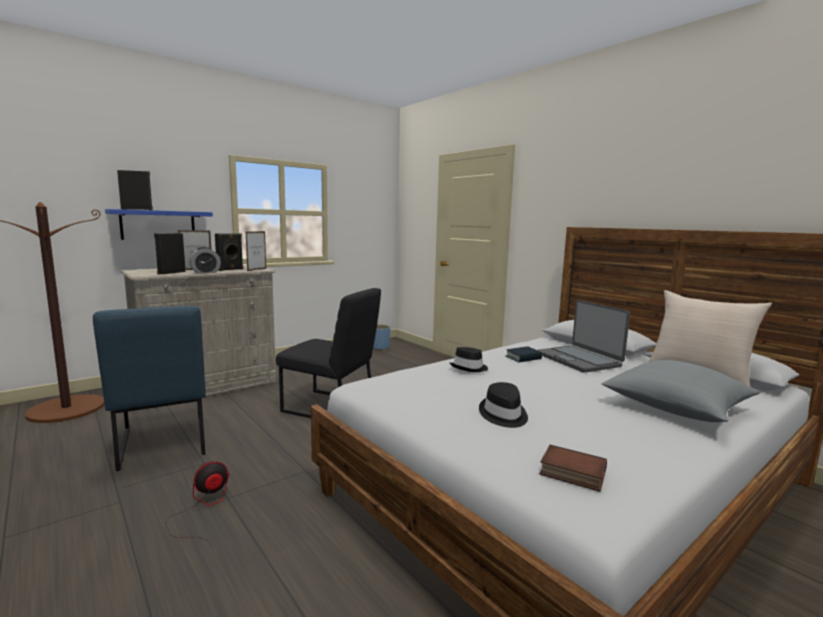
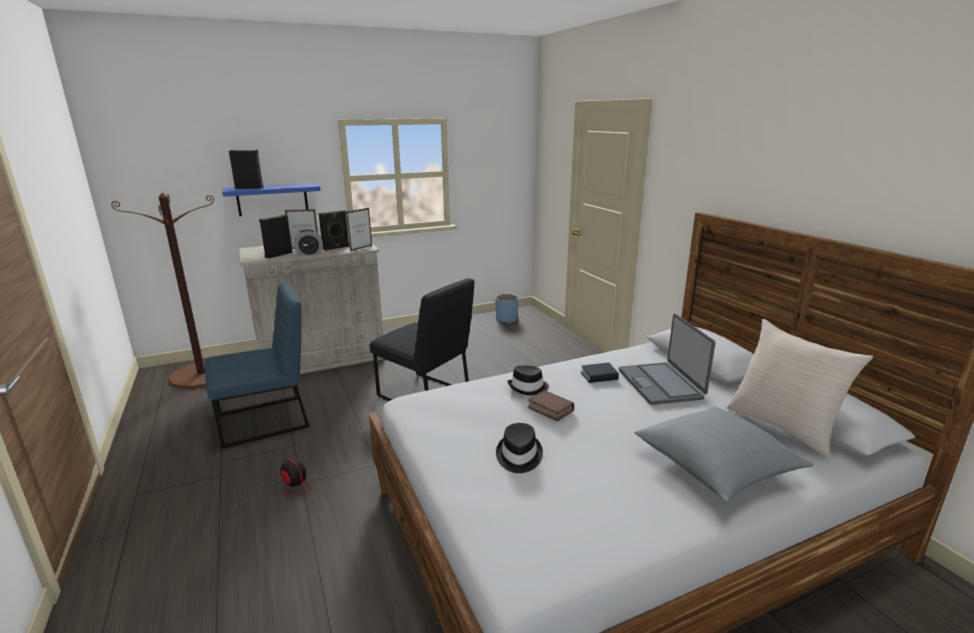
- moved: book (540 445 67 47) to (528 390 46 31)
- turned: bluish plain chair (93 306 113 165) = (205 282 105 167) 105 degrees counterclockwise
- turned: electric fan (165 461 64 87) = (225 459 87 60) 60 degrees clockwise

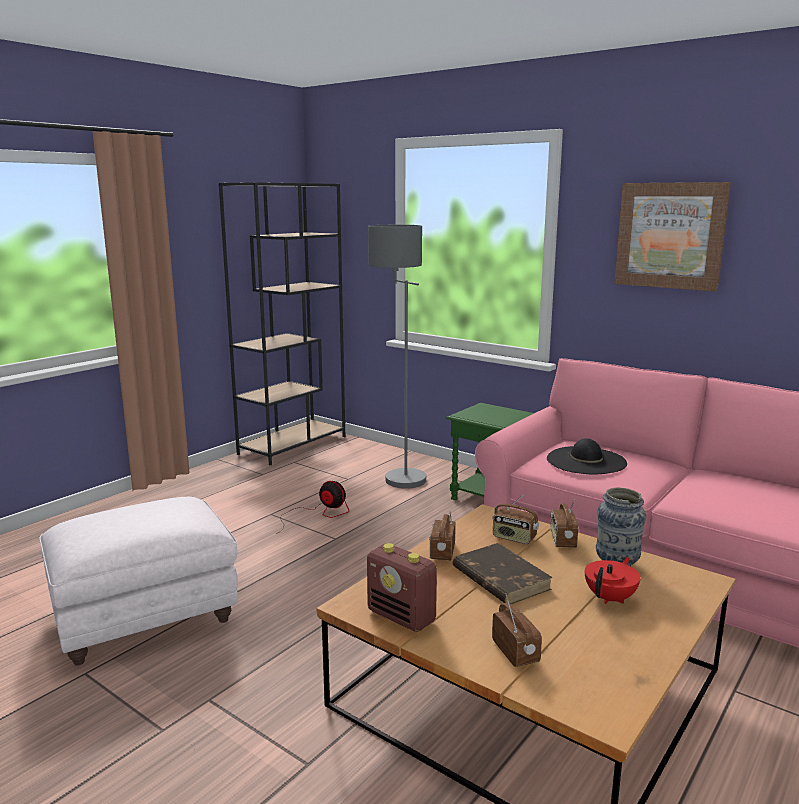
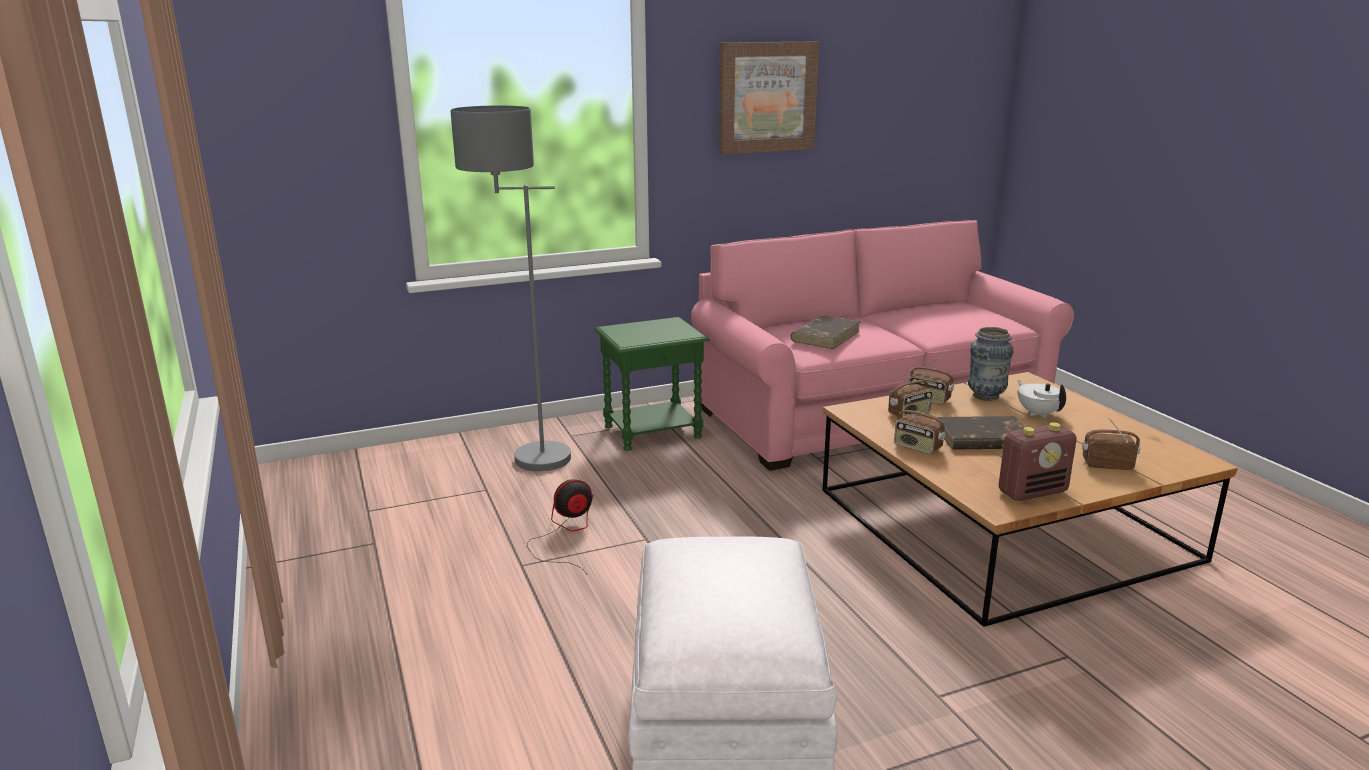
- removed: bookcase (219 182 126 283)
- replaced: black wearable hat (547 438 80 37) to brownish book (790 315 71 34)
- recoloured: red pot for tea (585 557 56 47) to white-coloured pot for tea (1017 380 49 38)

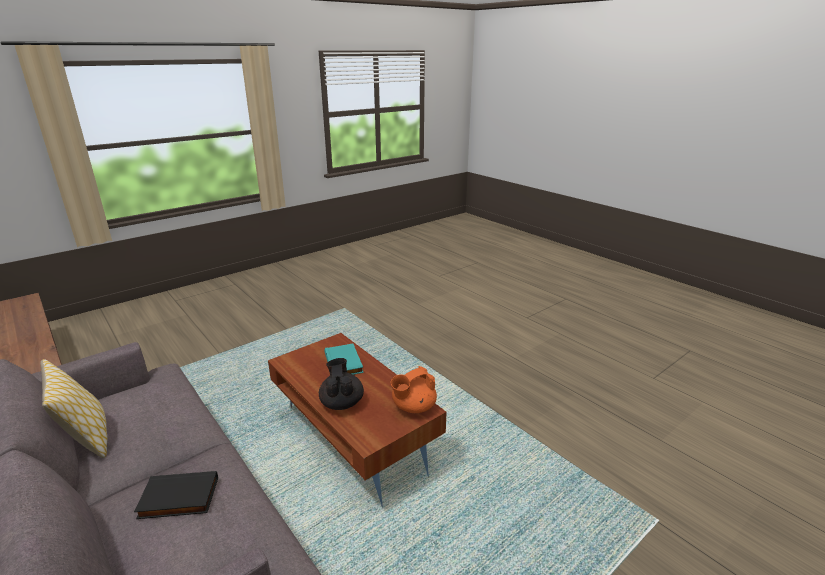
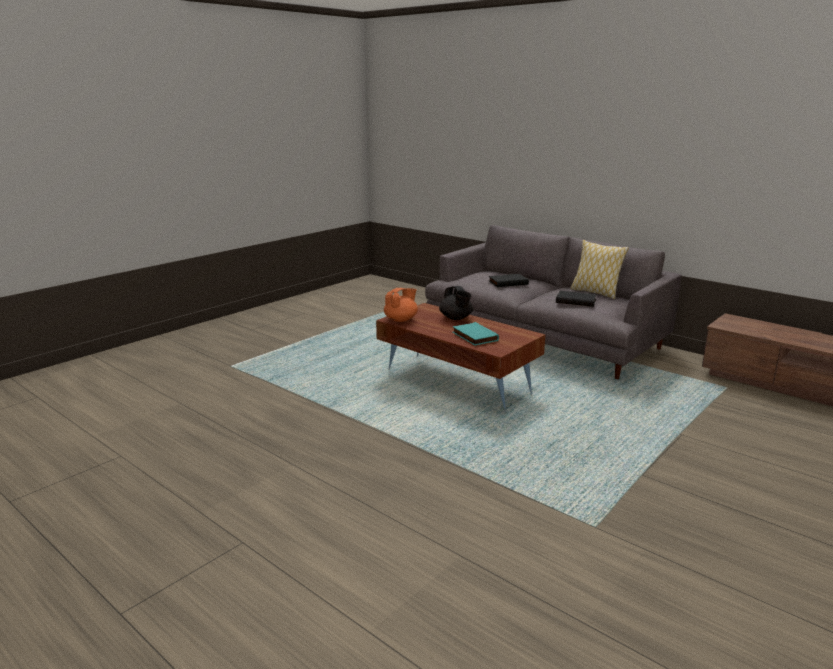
- added: black book (556 290 41 17)

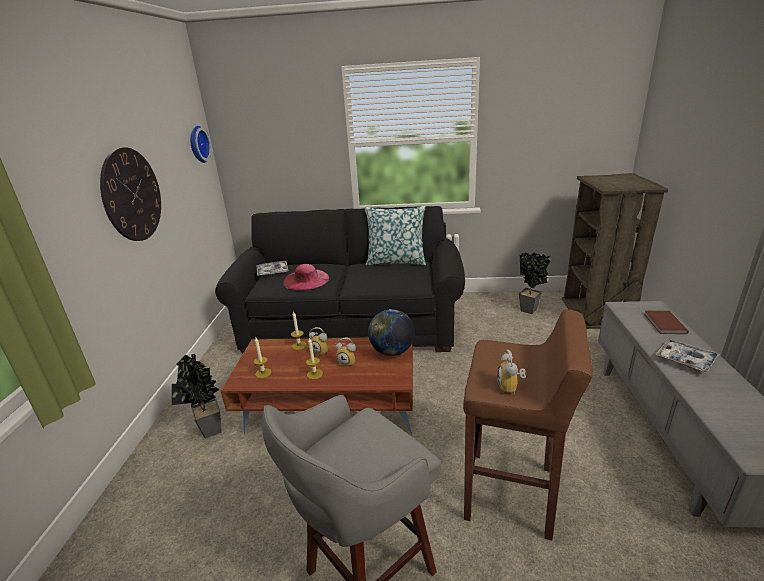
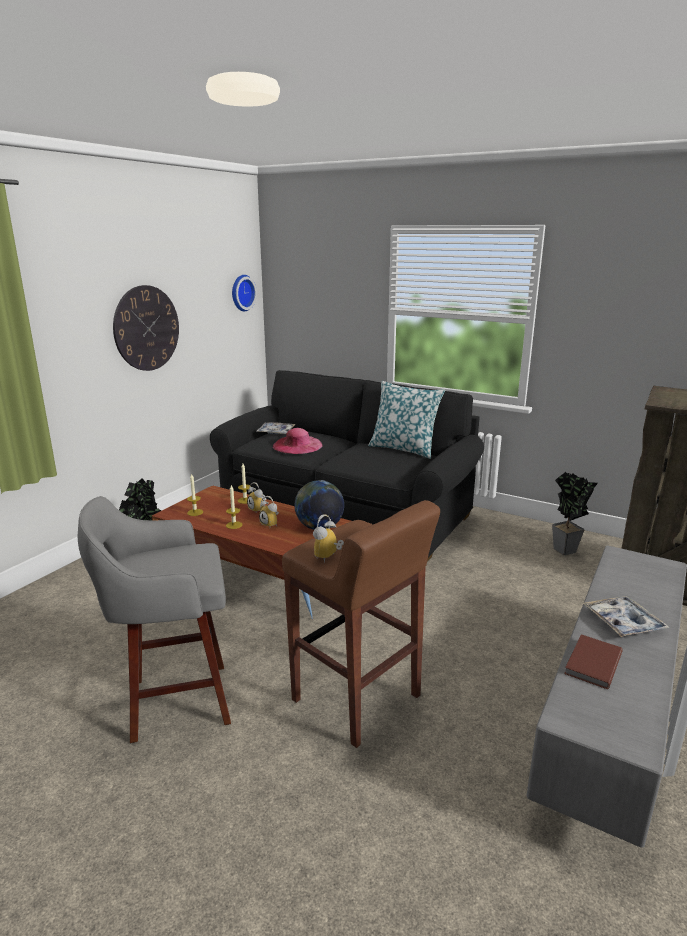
- moved: brownish book (644 311 45 23) to (564 634 59 55)

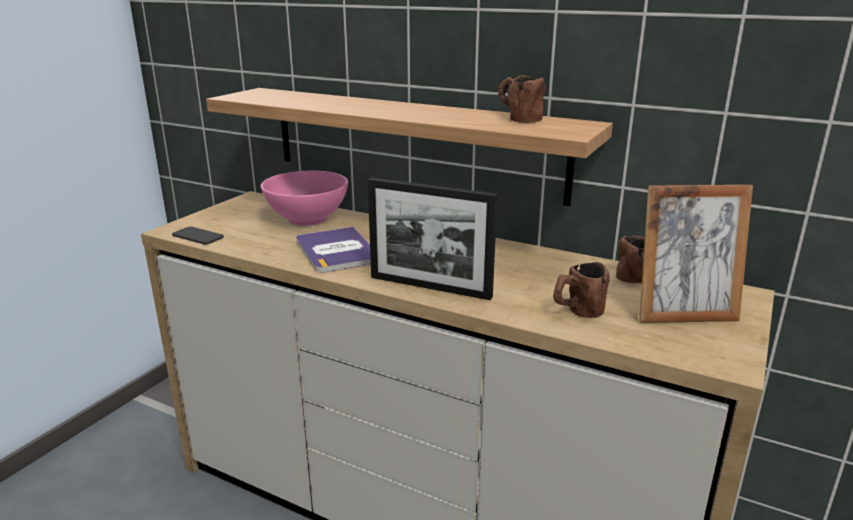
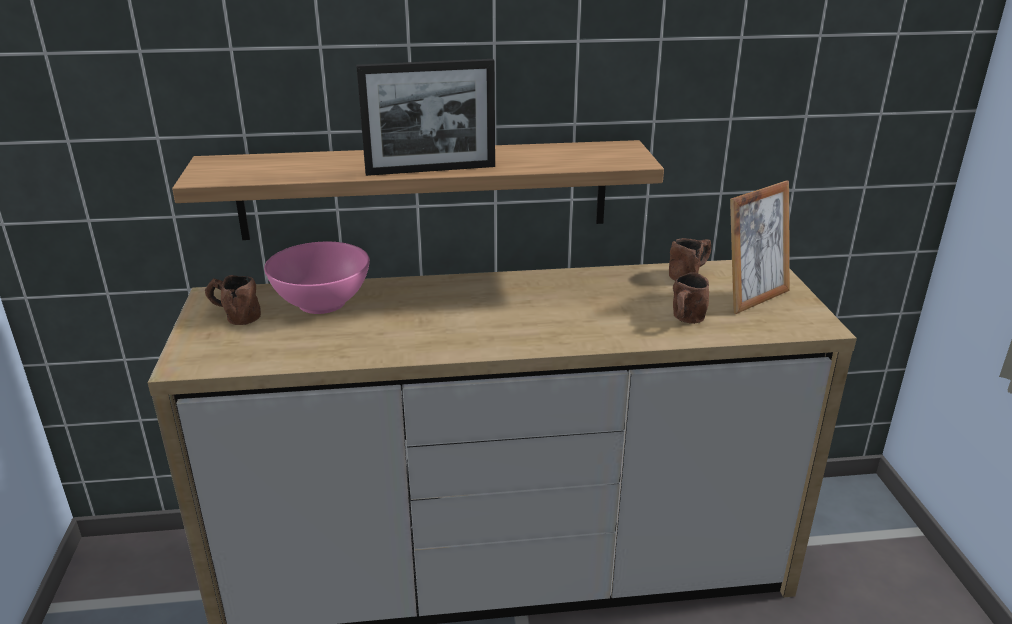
- removed: phone (172 227 52 18)
- removed: book (296 227 75 46)
- moved: standing frame (368 178 129 122) to (356 59 139 117)
- moved: brownish mug (498 75 47 48) to (205 275 56 50)

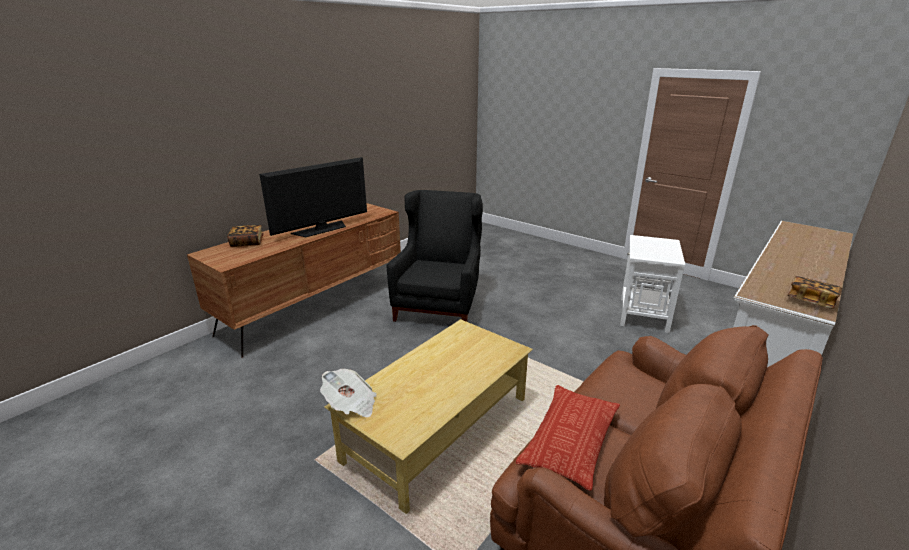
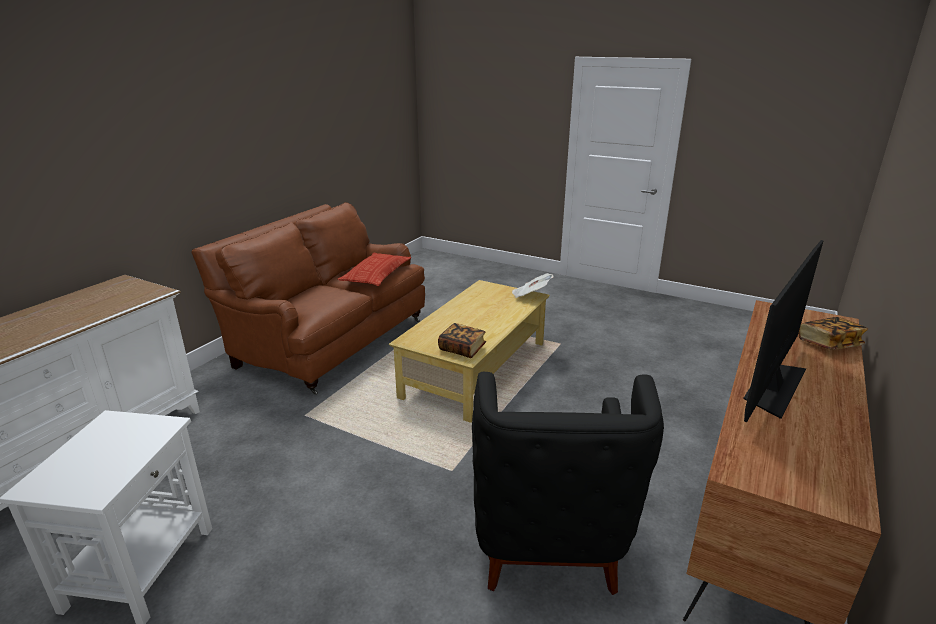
- moved: book (787 276 55 33) to (438 323 48 35)

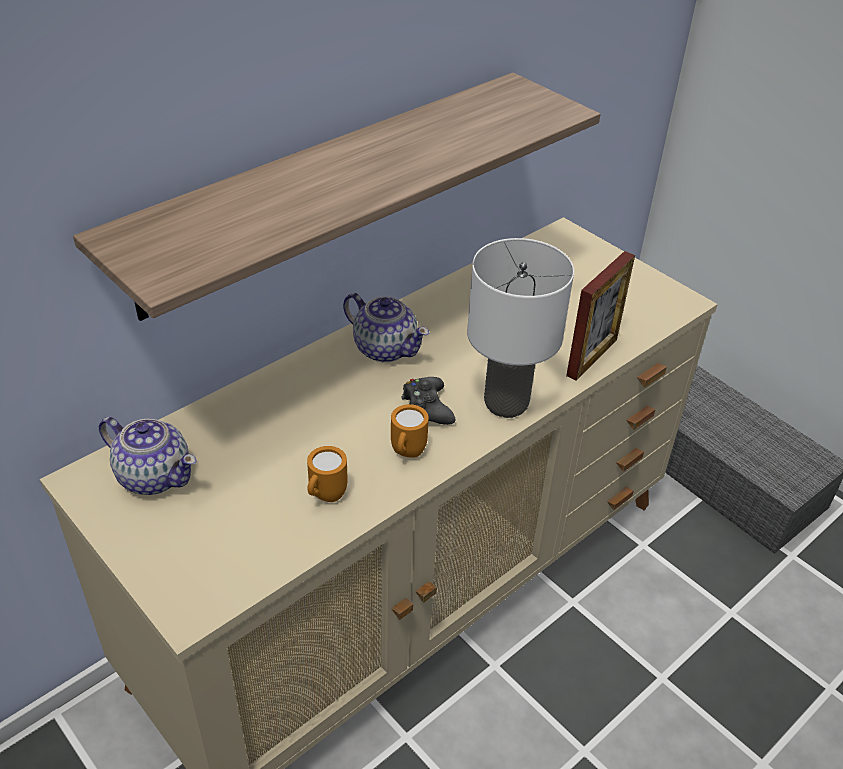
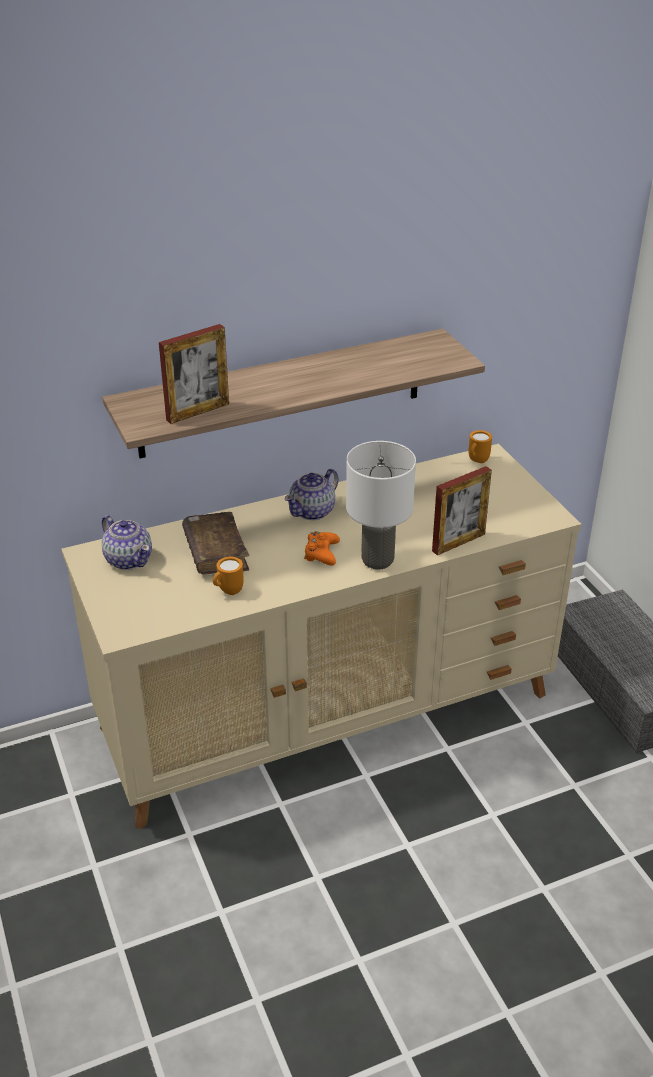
- added: standing frame (159 324 70 100)
- added: brownish book (182 512 67 63)
- moved: orangey mug (391 404 38 54) to (469 430 23 33)
- recoloured: black gamepad (402 377 53 48) to orangey gamepad (304 531 36 34)
- turned: pot for tea (343 293 86 69) = (285 469 53 51) 75 degrees clockwise

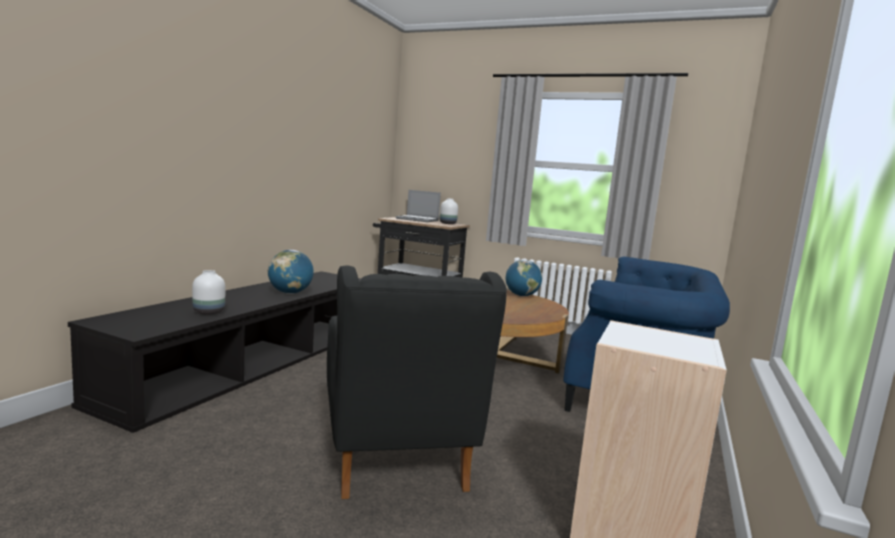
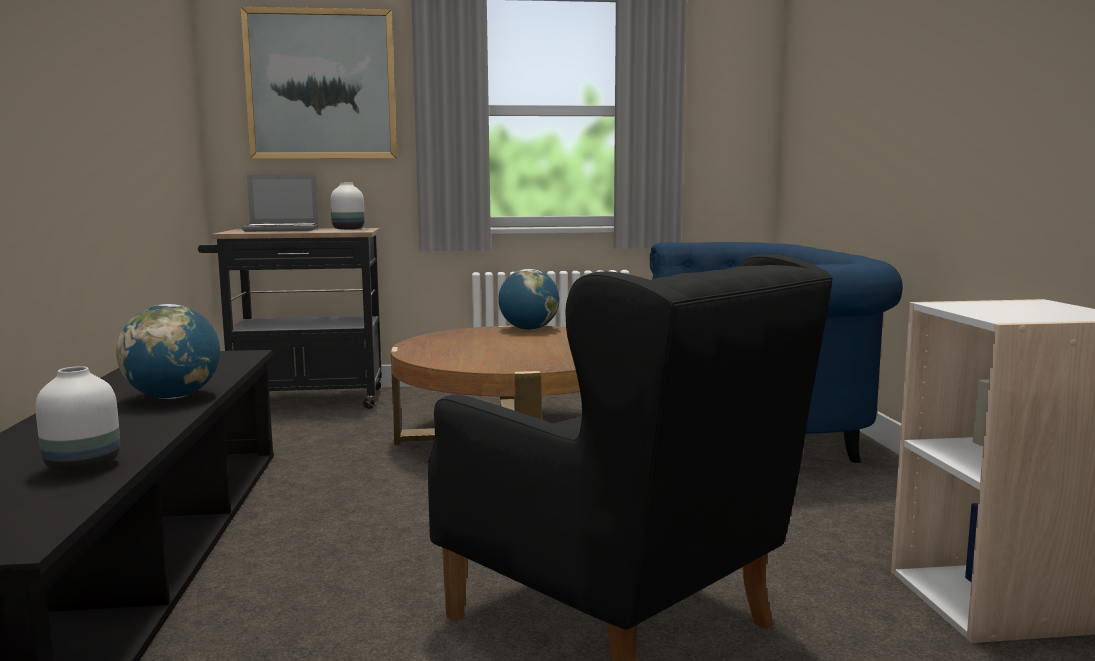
- added: picture (241 7 156 152)

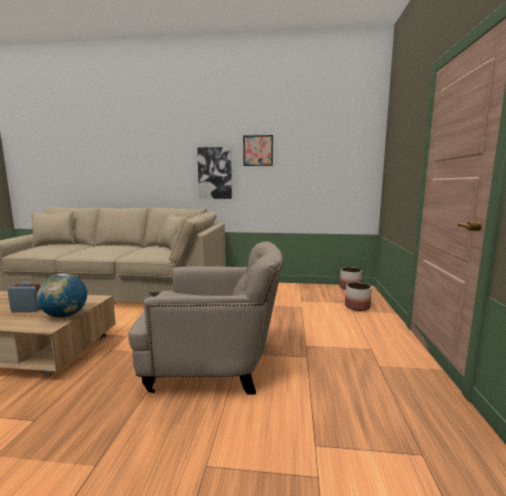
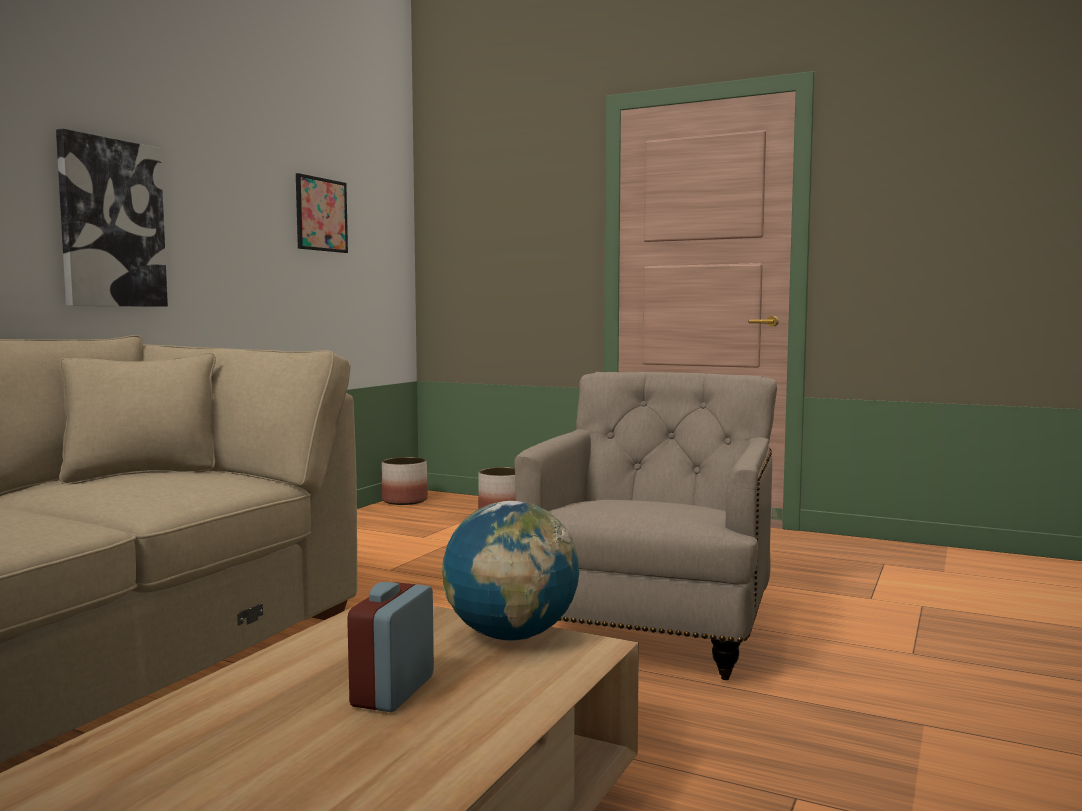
- moved: picture (243 135 30 31) to (296 173 52 80)

